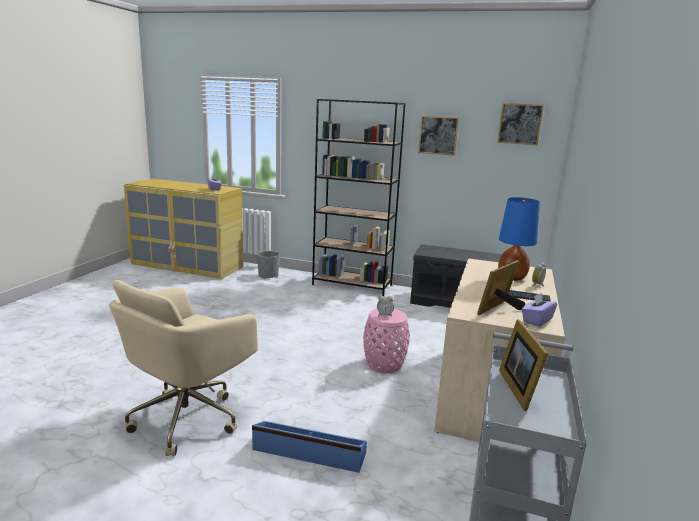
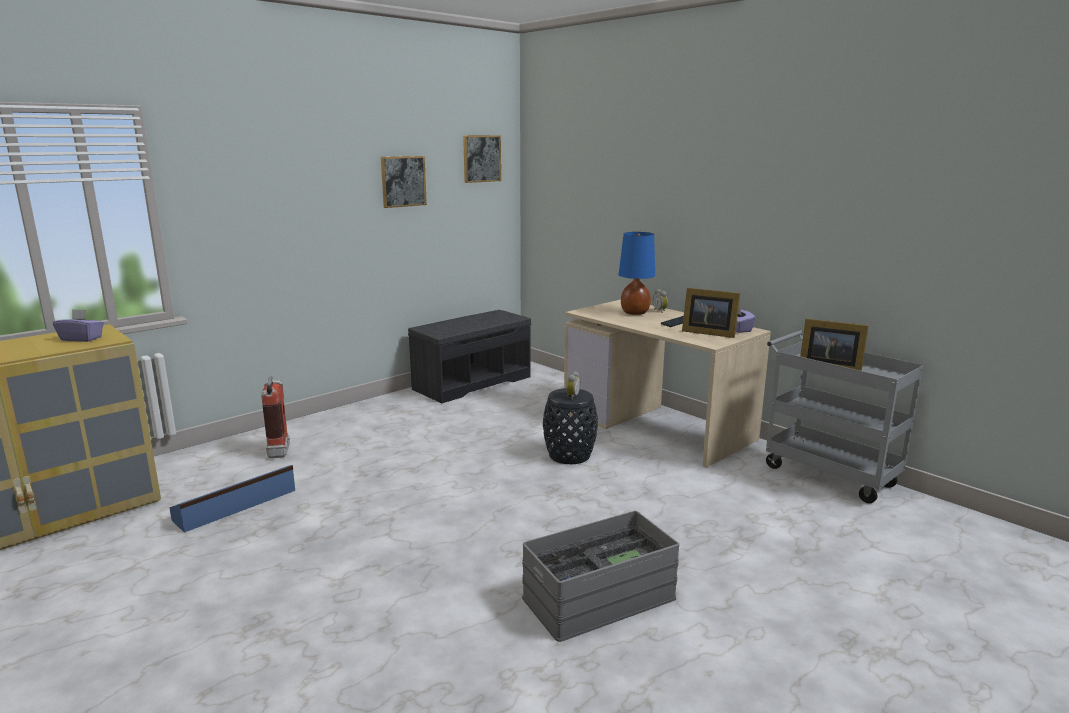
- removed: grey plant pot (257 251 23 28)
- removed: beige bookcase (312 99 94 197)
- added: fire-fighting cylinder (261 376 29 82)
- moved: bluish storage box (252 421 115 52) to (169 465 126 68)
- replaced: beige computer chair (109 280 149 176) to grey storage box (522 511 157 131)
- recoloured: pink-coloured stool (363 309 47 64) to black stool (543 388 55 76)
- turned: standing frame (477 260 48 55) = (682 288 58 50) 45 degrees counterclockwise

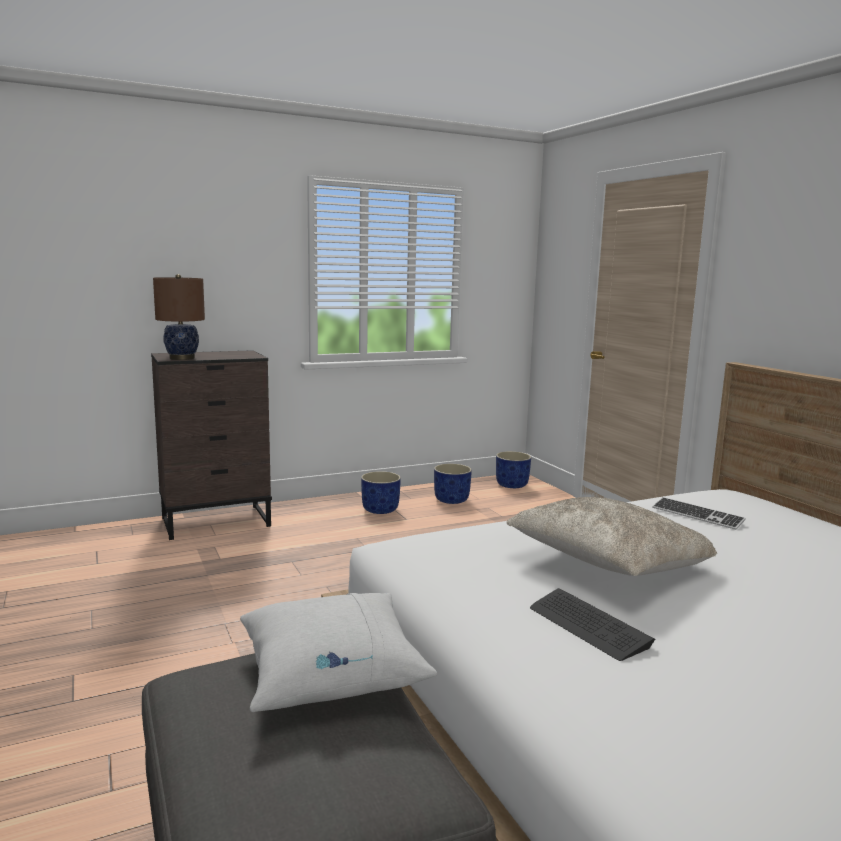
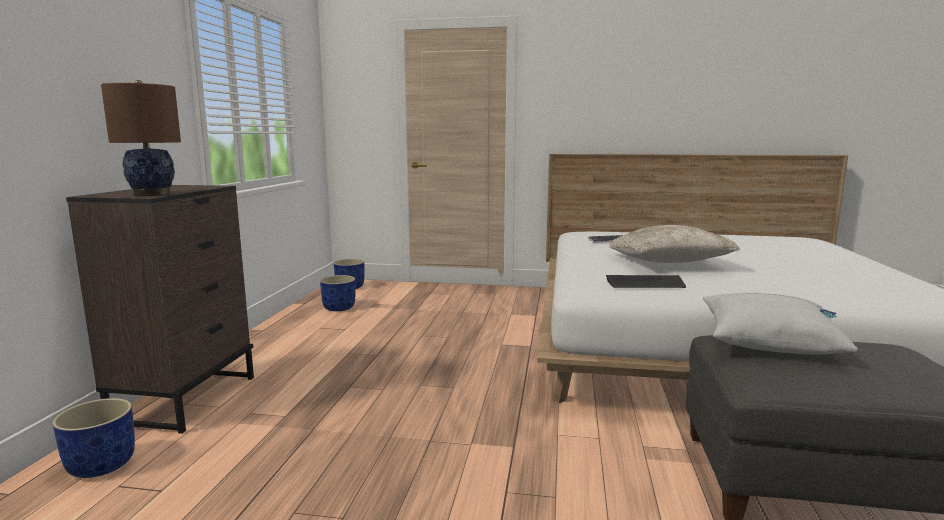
- moved: bluish plant pot (361 471 40 43) to (52 398 83 80)
- moved: PC keyboard (530 588 125 73) to (606 275 80 13)

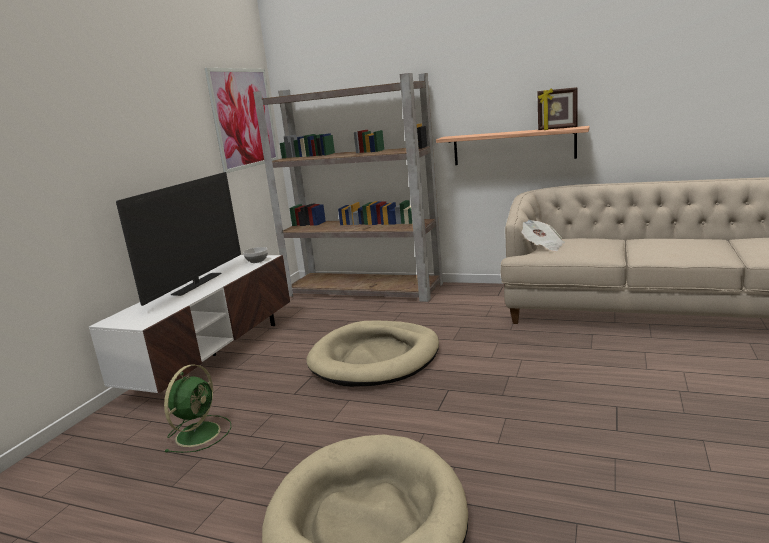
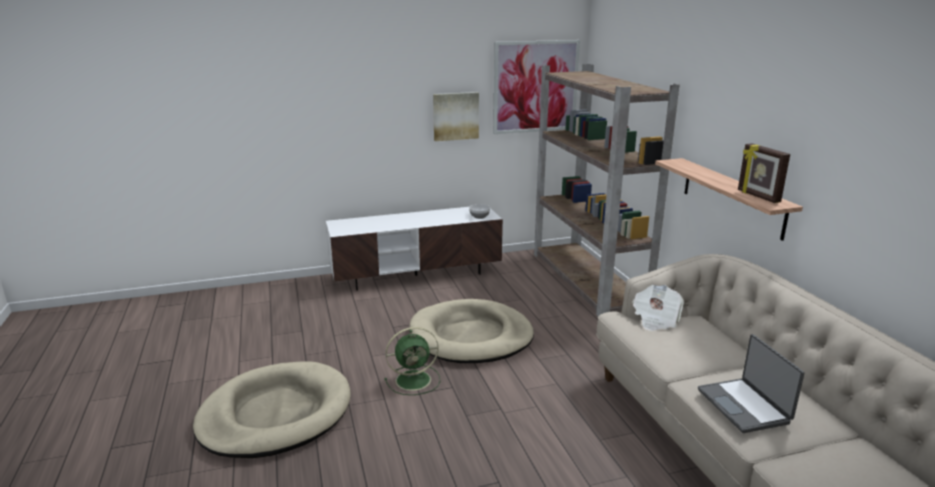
- removed: TV (116 172 125 134)
- added: picture (433 92 46 49)
- added: laptop (698 334 106 99)
- moved: greenish electric fan (164 364 67 89) to (384 327 56 68)

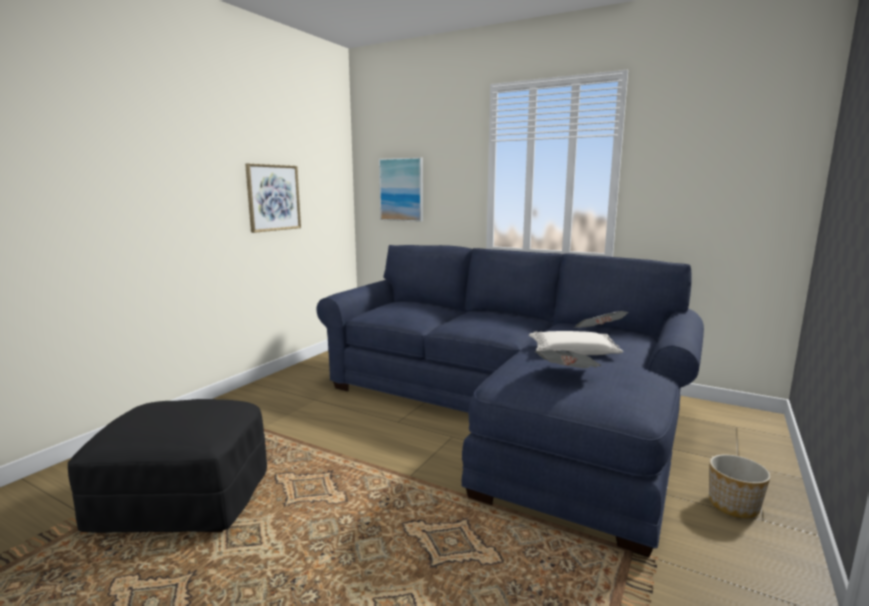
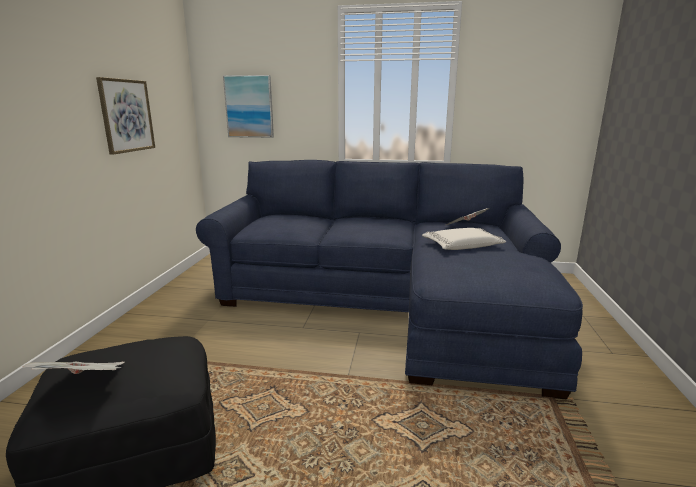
- removed: plant pot (709 454 62 64)
- moved: daily paper (534 350 67 18) to (23 362 102 12)

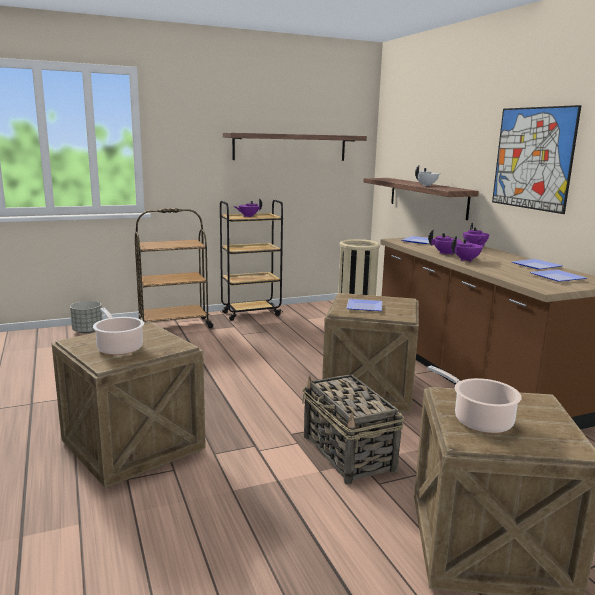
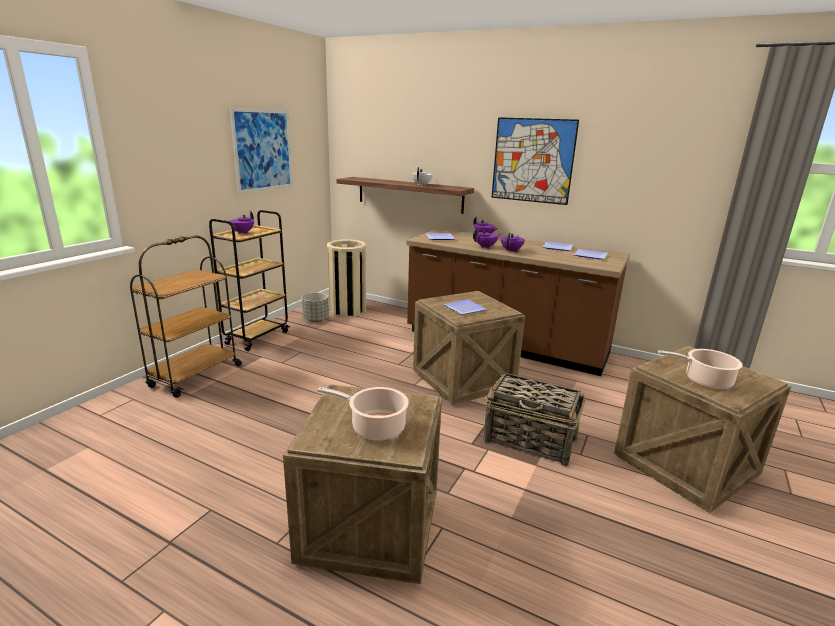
- moved: grey plant pot (70 301 33 33) to (301 293 28 29)
- replaced: shelf (223 133 144 28) to picture (230 108 63 86)

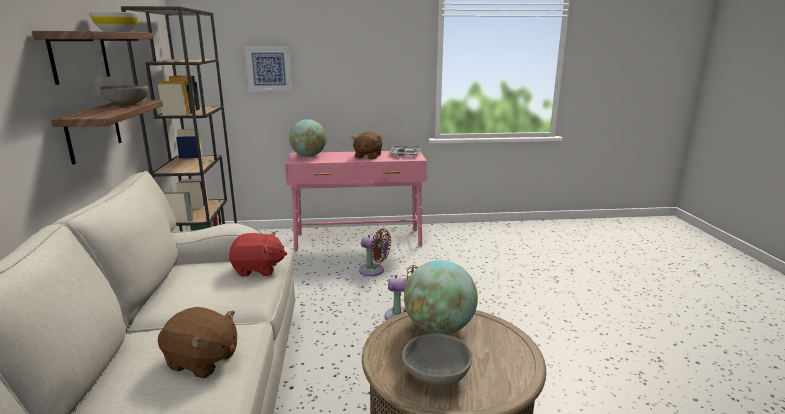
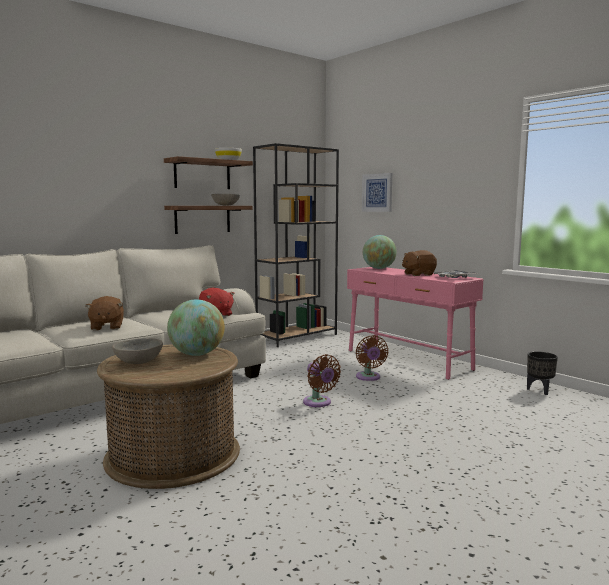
- added: black plant pot (527 352 31 43)

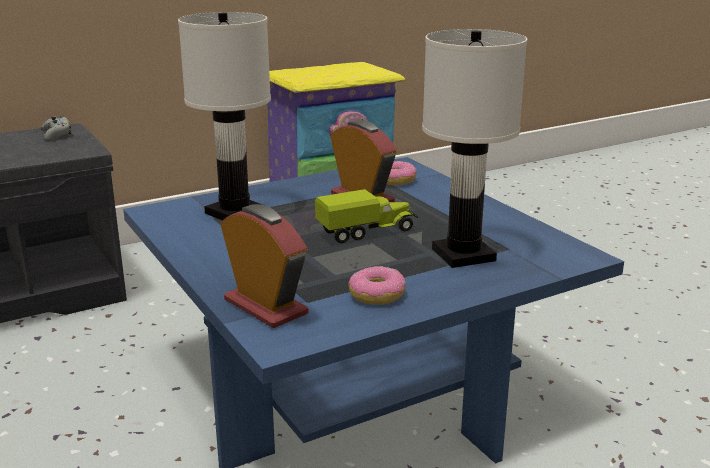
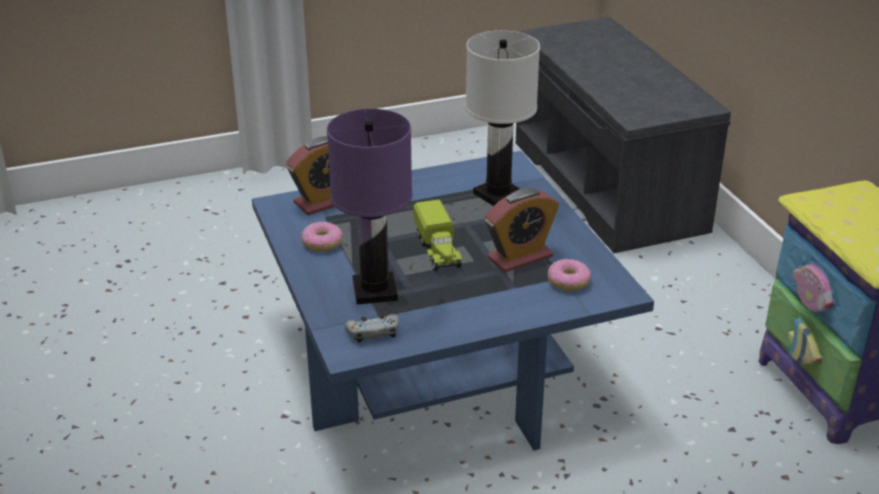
- moved: grey gamepad (41 116 30 25) to (345 314 54 29)
- recoloured: white-coloured tabletop lamp (422 29 105 239) to purple-coloured tabletop lamp (327 109 85 195)

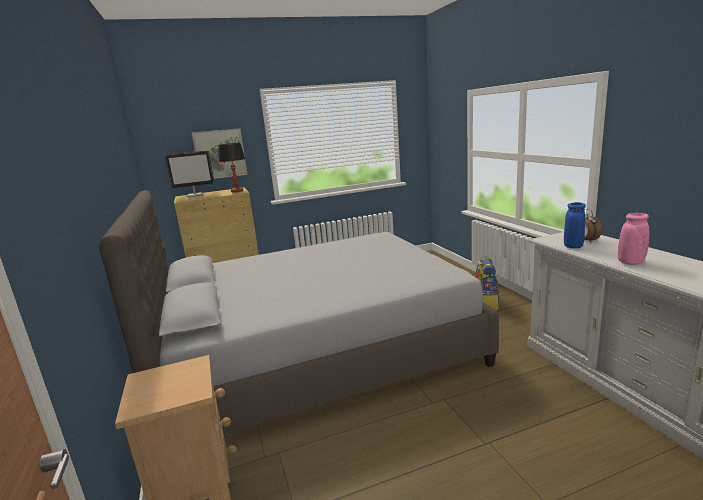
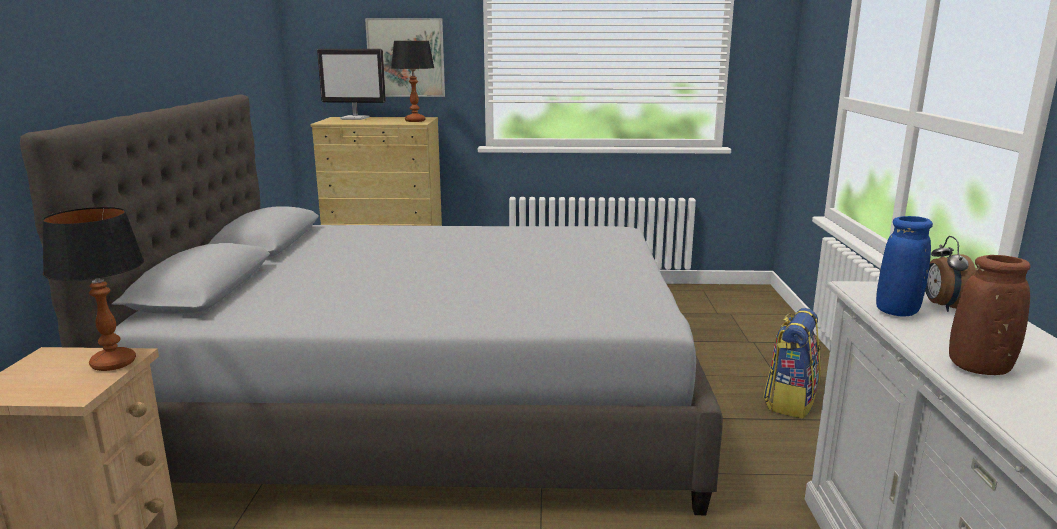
- added: tabletop lamp (42 207 102 164)
- recoloured: pink-coloured decorative vase (618 213 31 52) to brownish decorative vase (949 255 82 120)

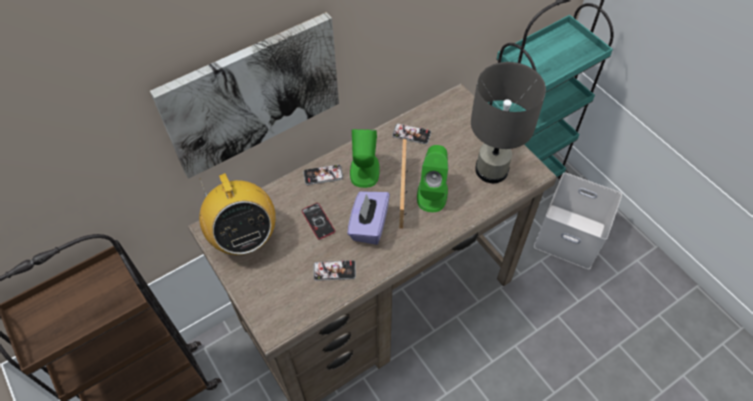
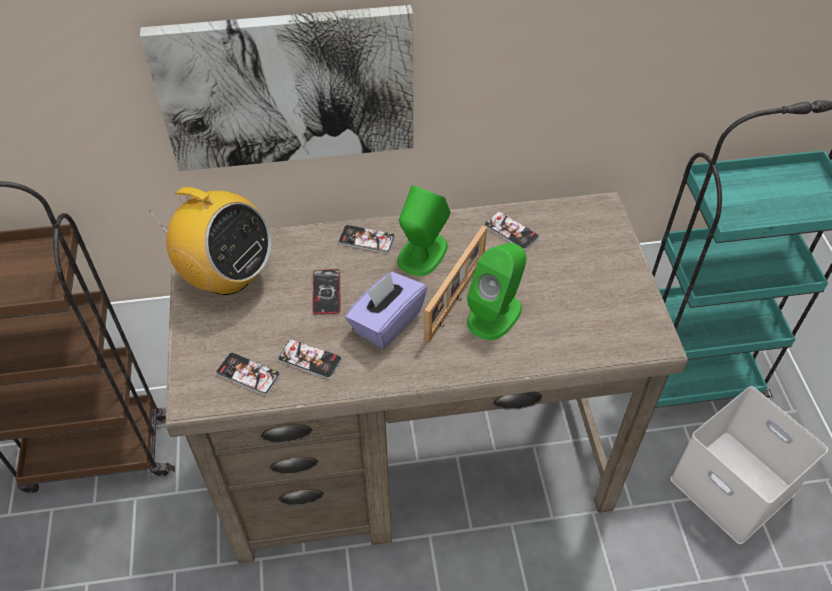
- removed: grey tabletop lamp (471 62 75 121)
- added: phone (216 352 65 43)
- turned: radio receiver (199 173 77 82) = (149 187 122 108) 60 degrees counterclockwise

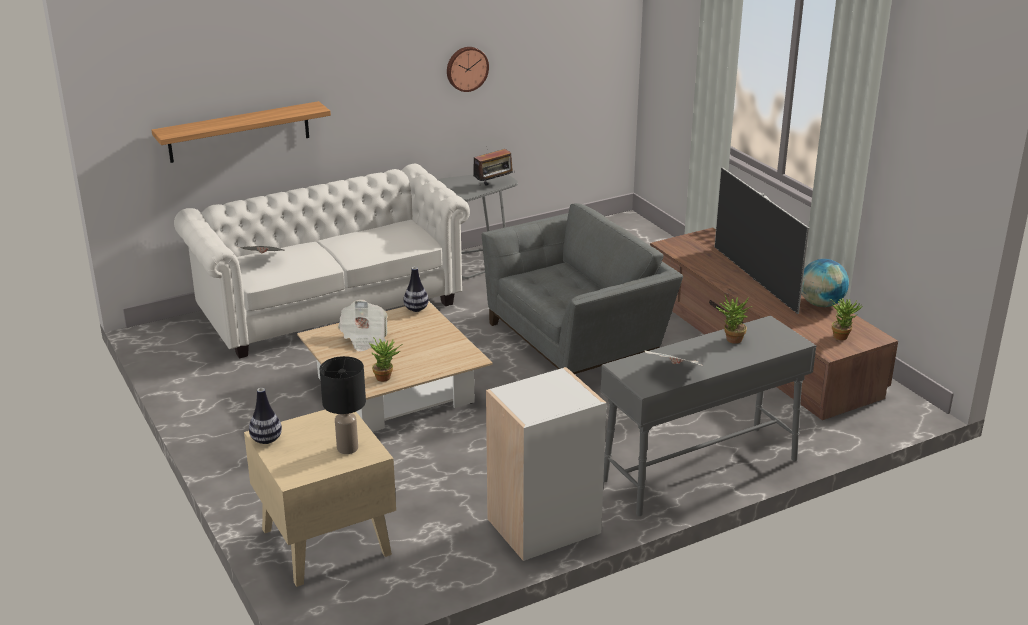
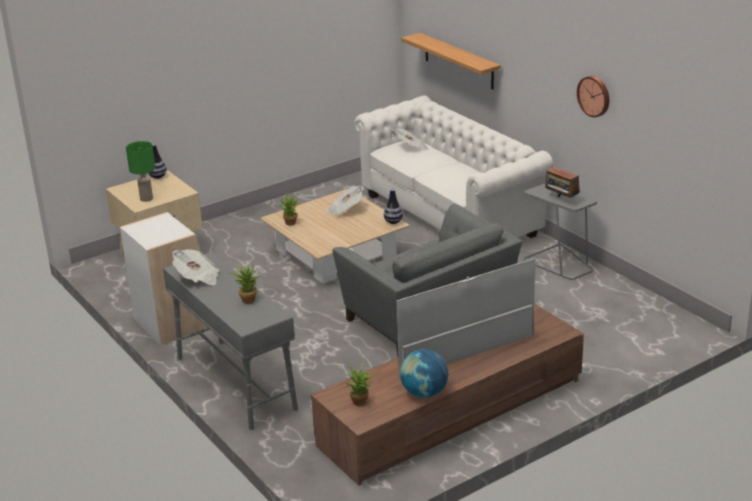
- recoloured: black tabletop lamp (320 356 46 98) to greenish tabletop lamp (126 141 29 61)

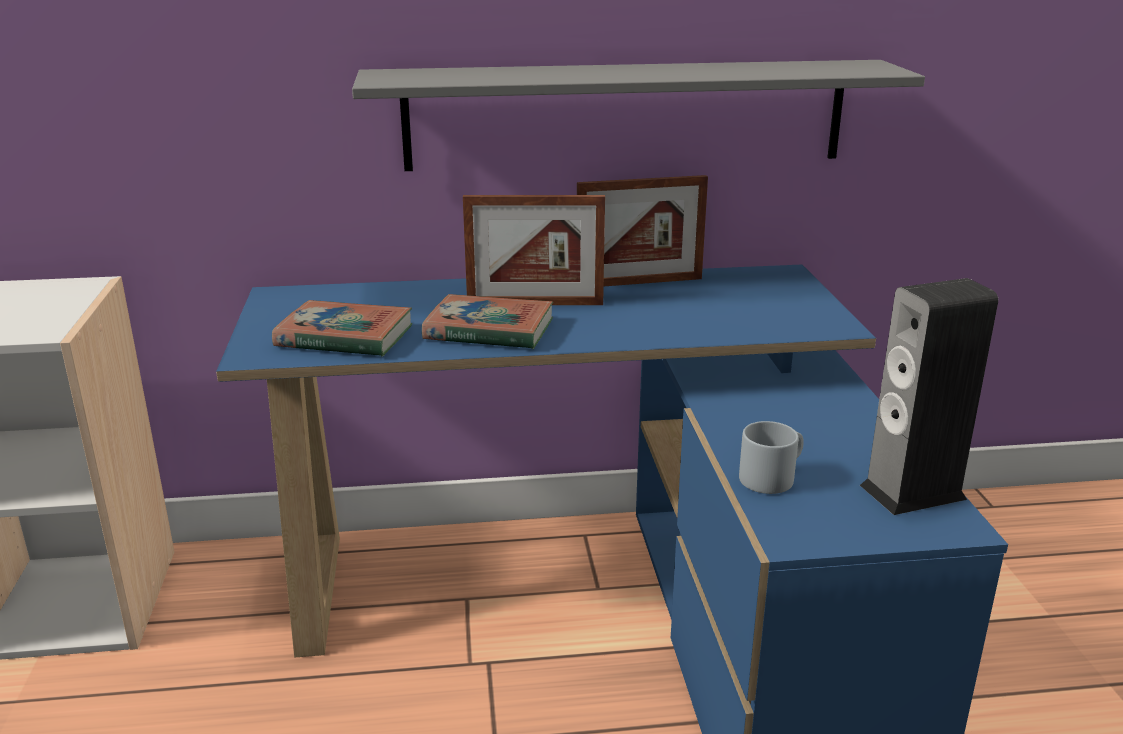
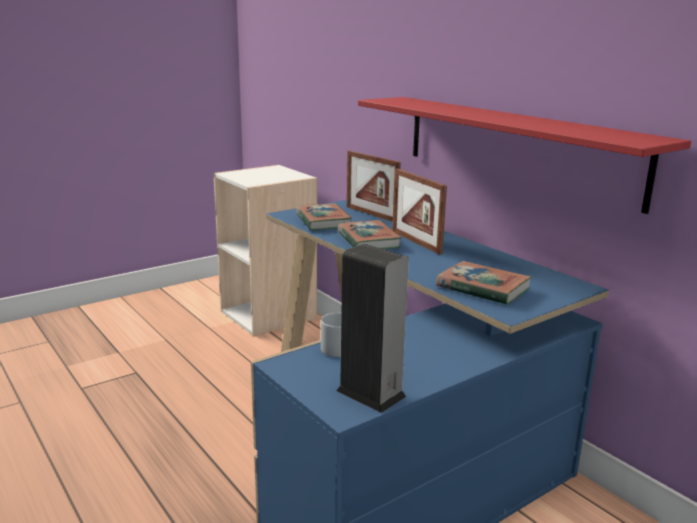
- added: book (436 261 95 44)
- moved: standing frame (577 175 131 111) to (347 151 54 71)
- recoloured: grey shelf (352 60 573 111) to red shelf (358 97 333 117)

